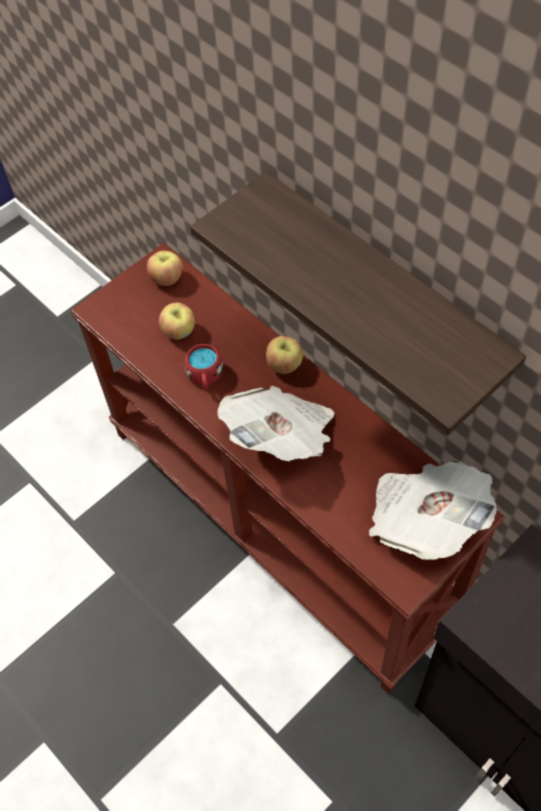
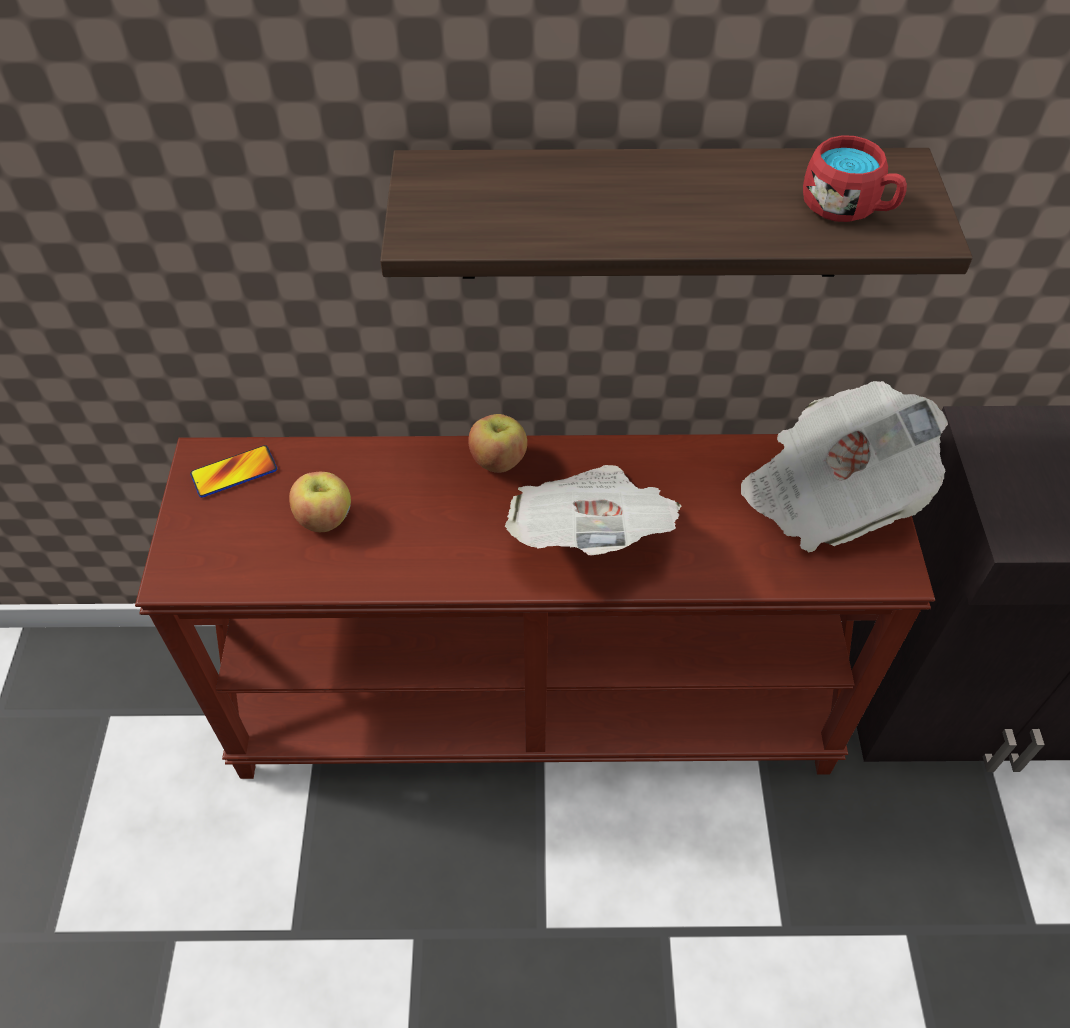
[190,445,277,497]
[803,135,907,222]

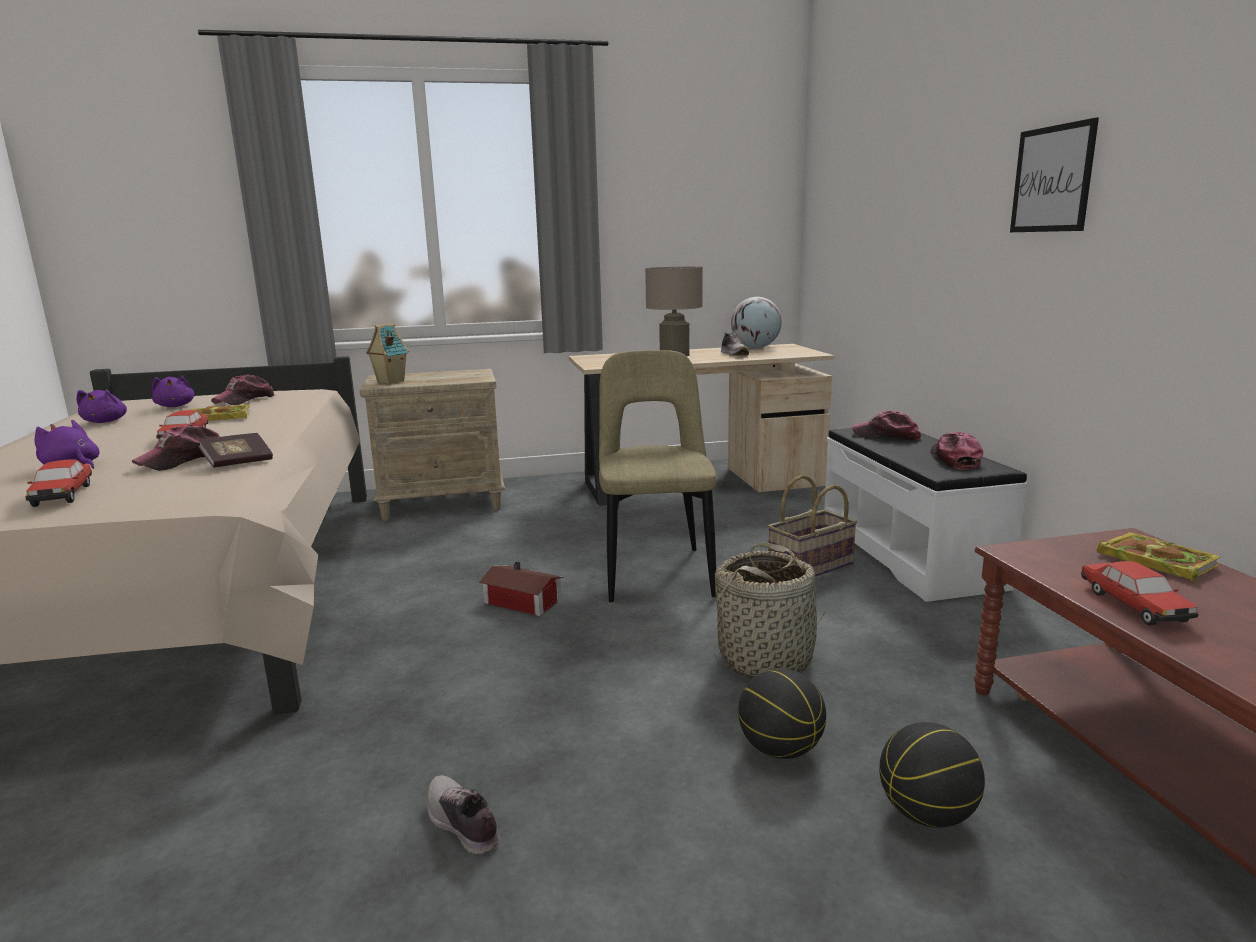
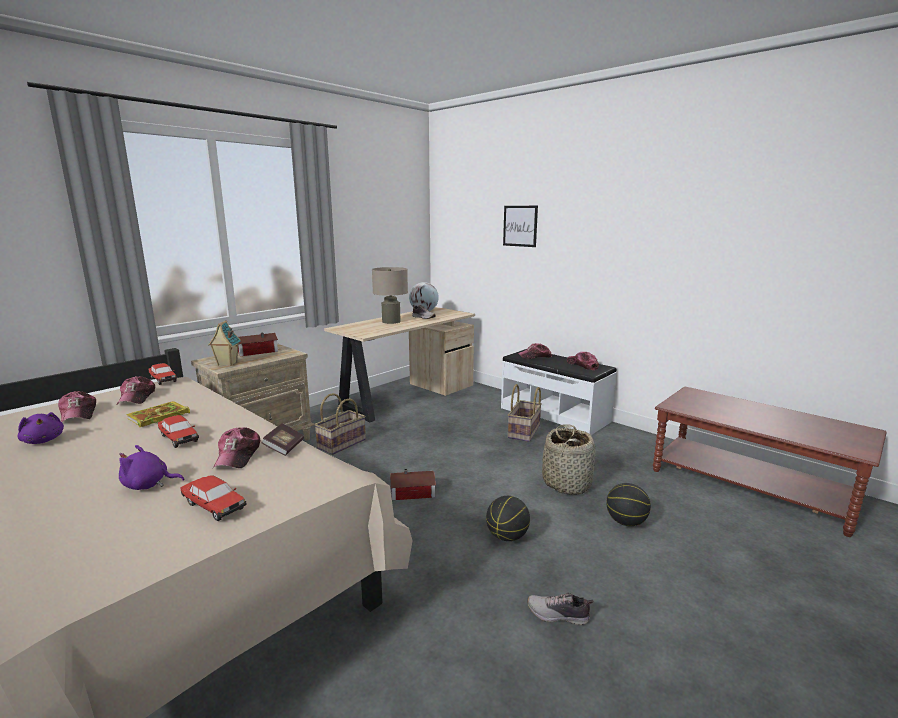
[503,206,538,247]
[599,350,717,602] (first image)
[58,391,96,422]
[1097,532,1221,582] (first image)
[149,363,177,385]
[486,496,530,541]
[238,333,278,356]
[314,393,366,455]

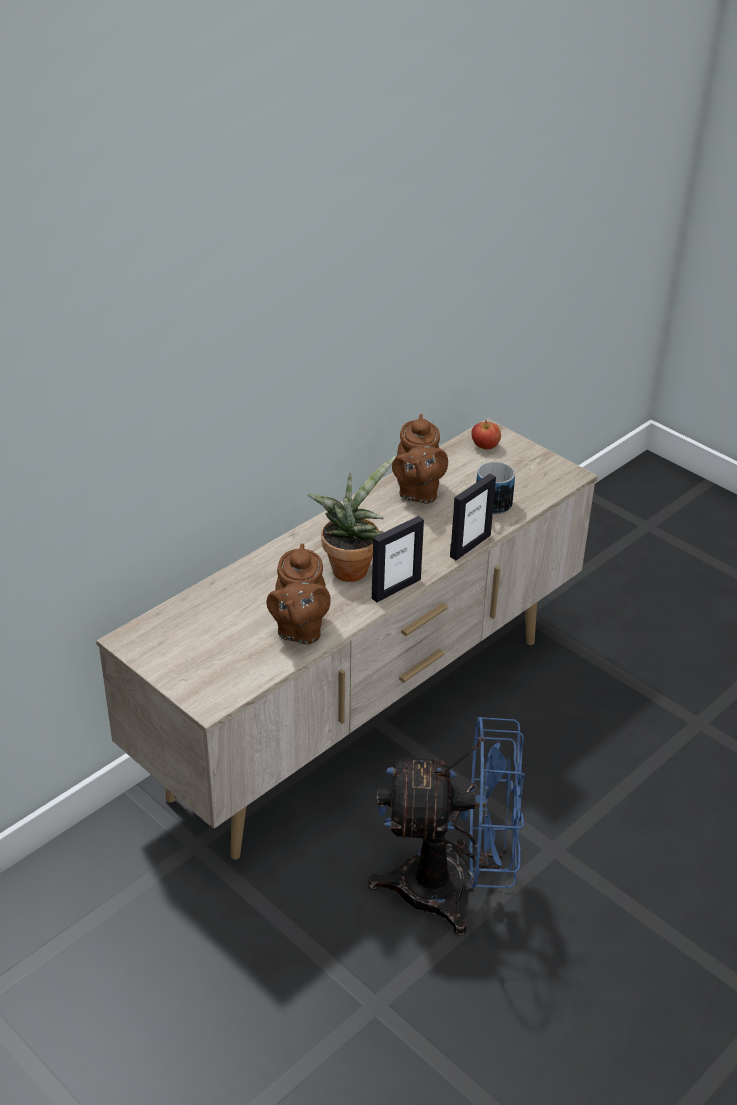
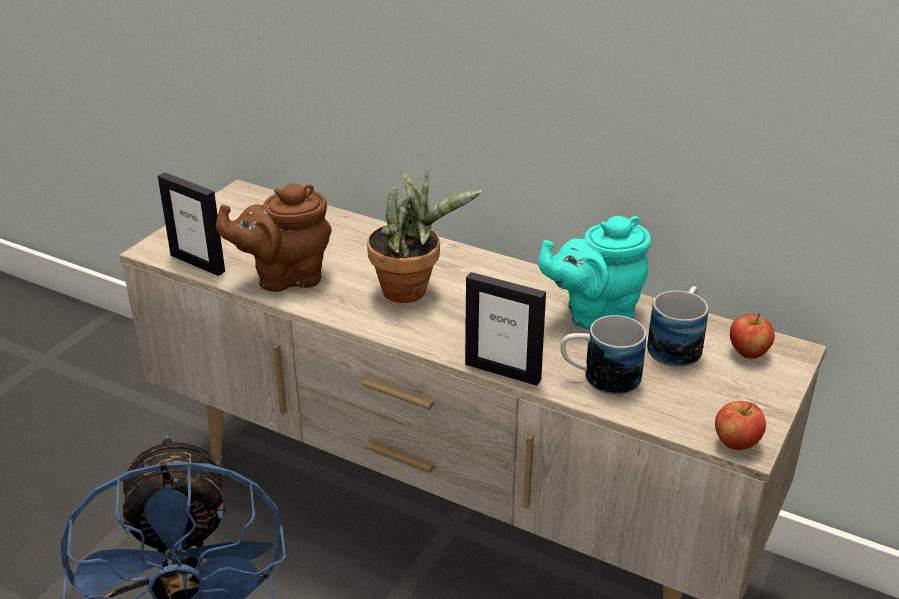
[538,216,651,329]
[158,172,225,276]
[647,286,708,367]
[715,401,766,450]

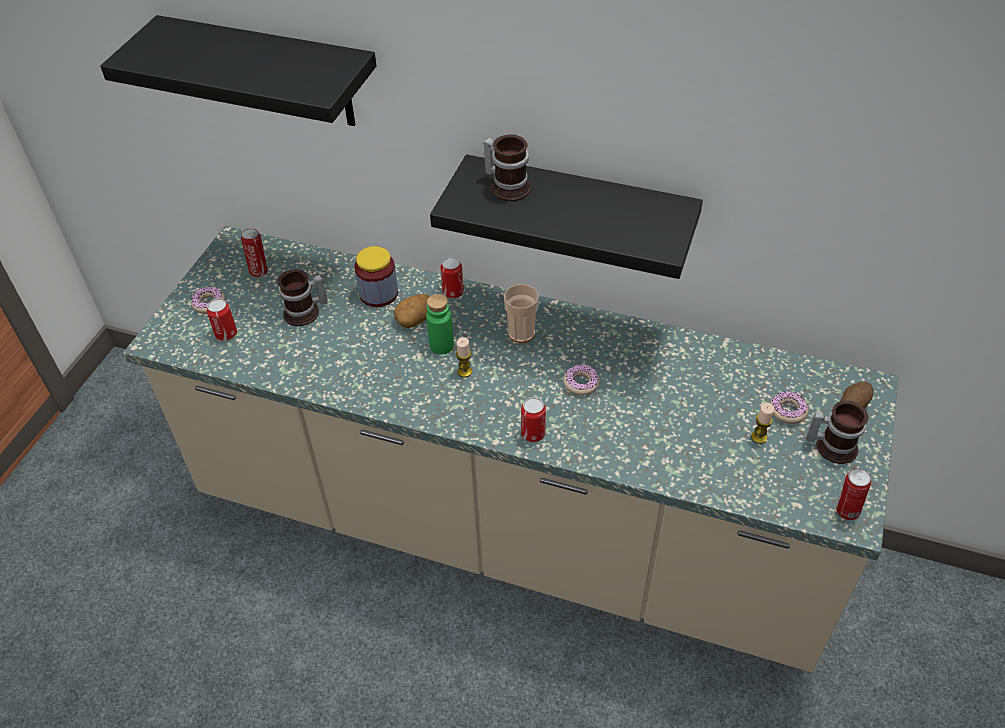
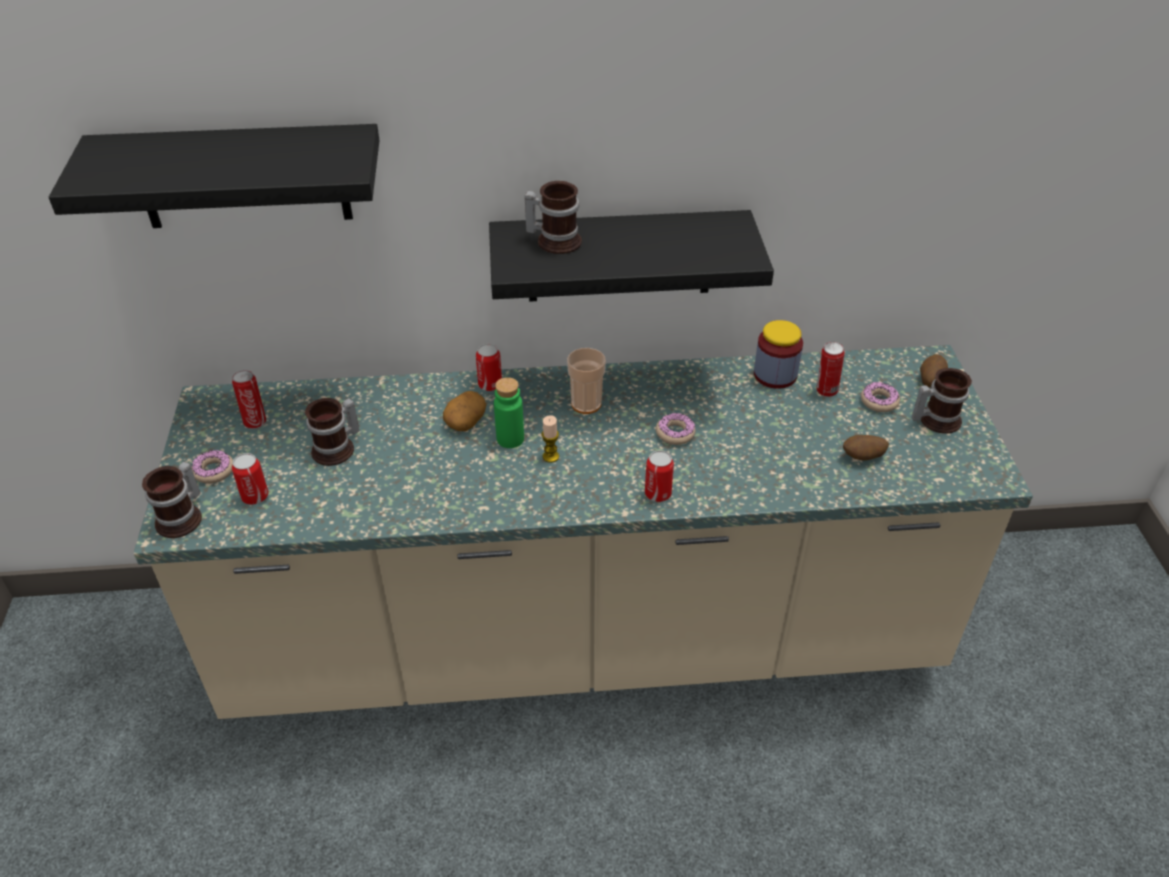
[754,320,803,389]
[751,403,774,444] (first image)
[817,342,845,397]
[843,435,889,461]
[142,461,202,538]

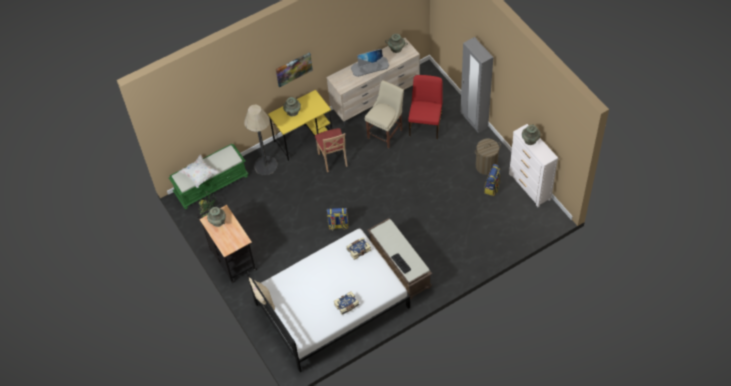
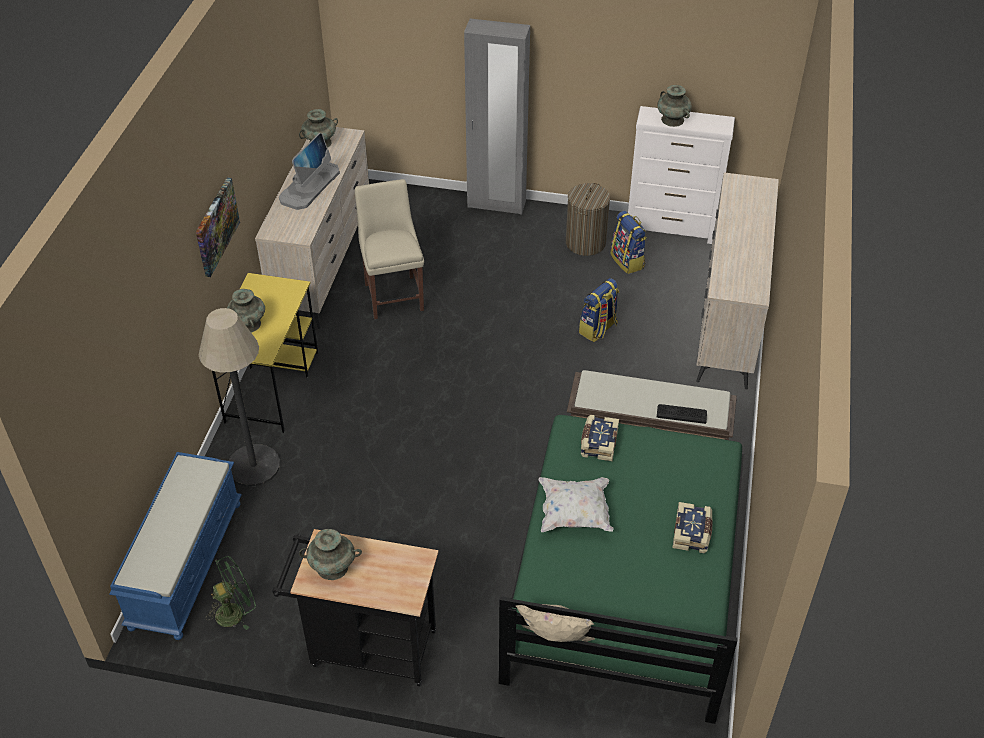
[408,75,443,139] (first image)
[315,128,348,172] (first image)
[109,452,242,640]
[539,477,614,532]
[579,278,619,342]
[499,415,744,724]
[696,172,779,389]

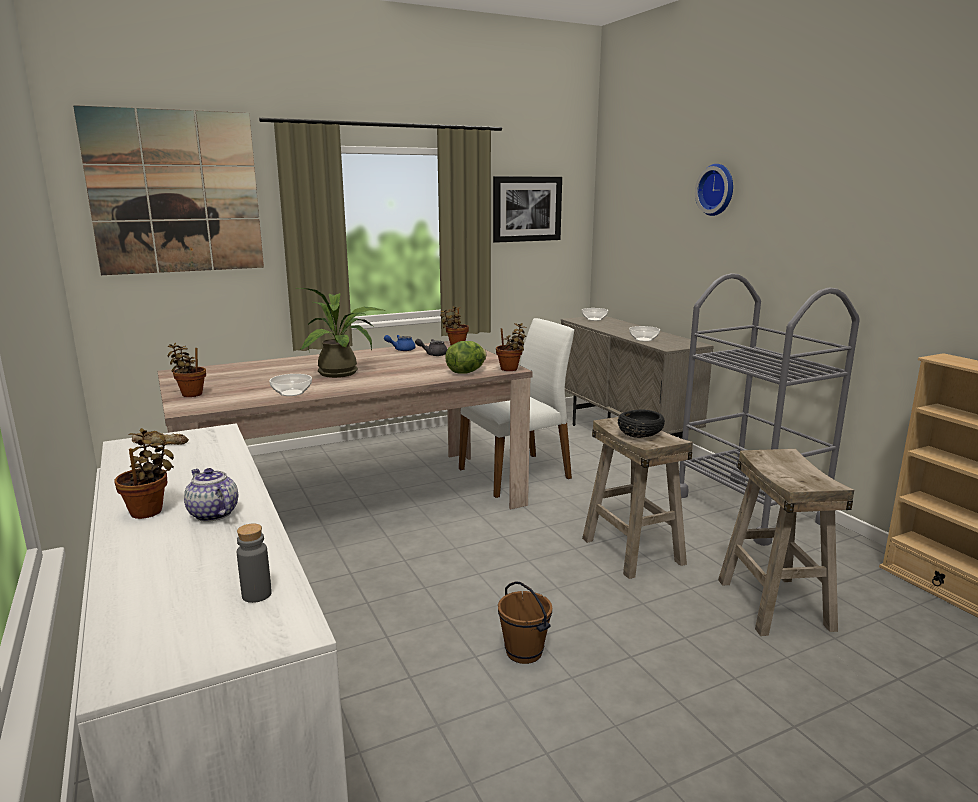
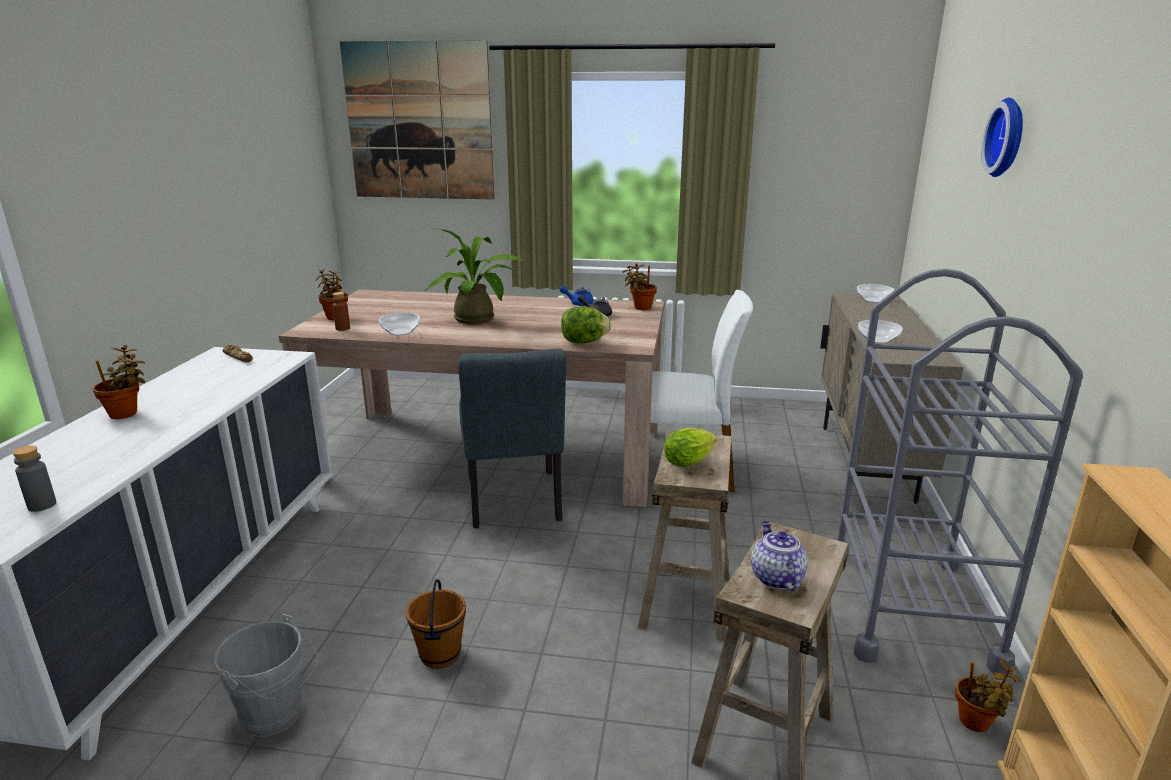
[493,176,562,243] (first image)
[955,659,1020,732]
[664,428,717,467]
[751,521,808,591]
[332,292,350,331]
[458,348,567,528]
[214,614,318,737]

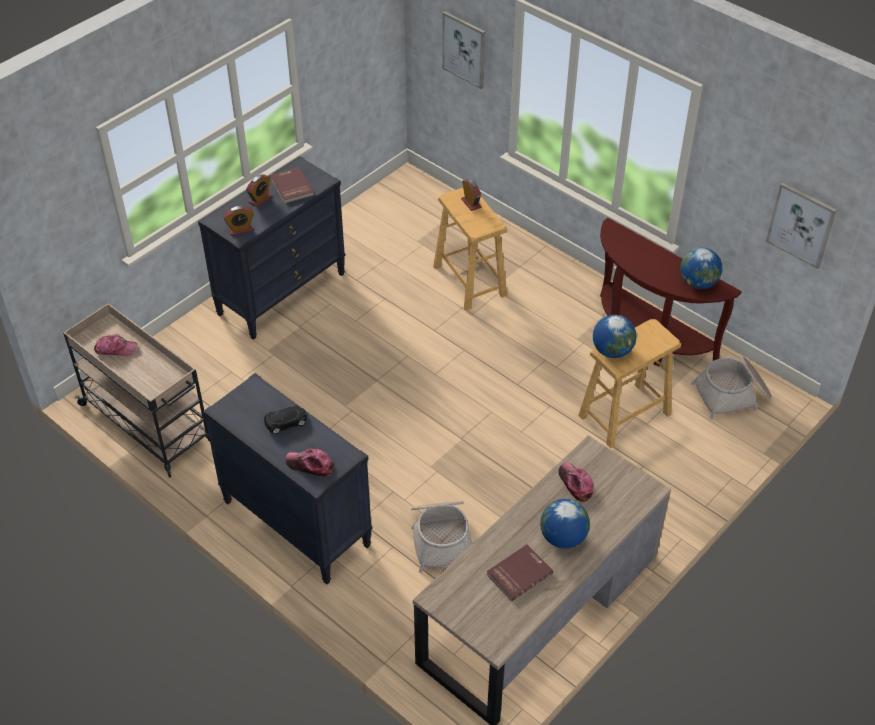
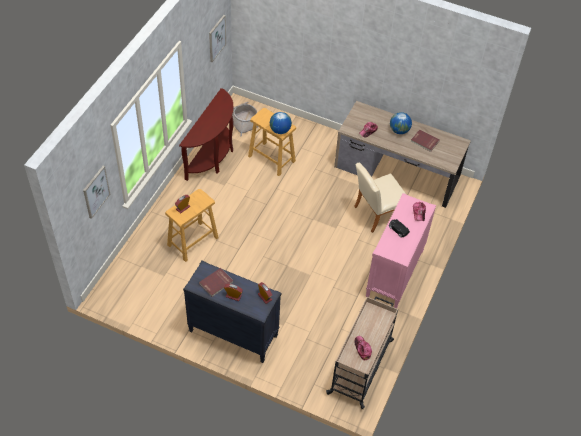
[680,248,722,289] (first image)
[366,193,436,308]
[354,162,406,233]

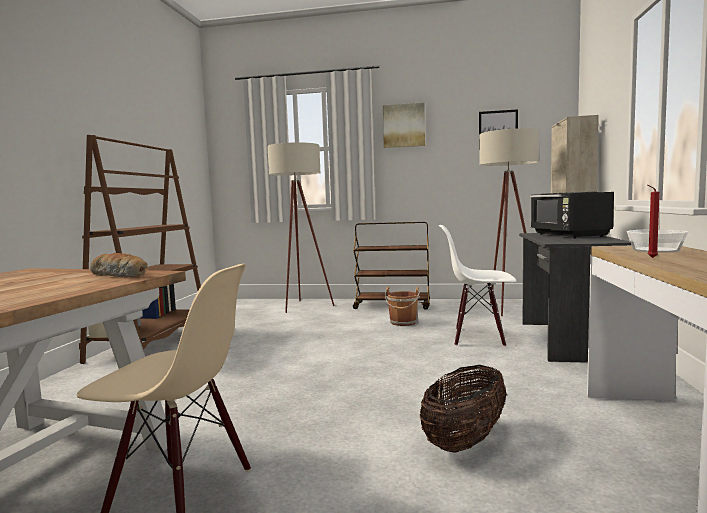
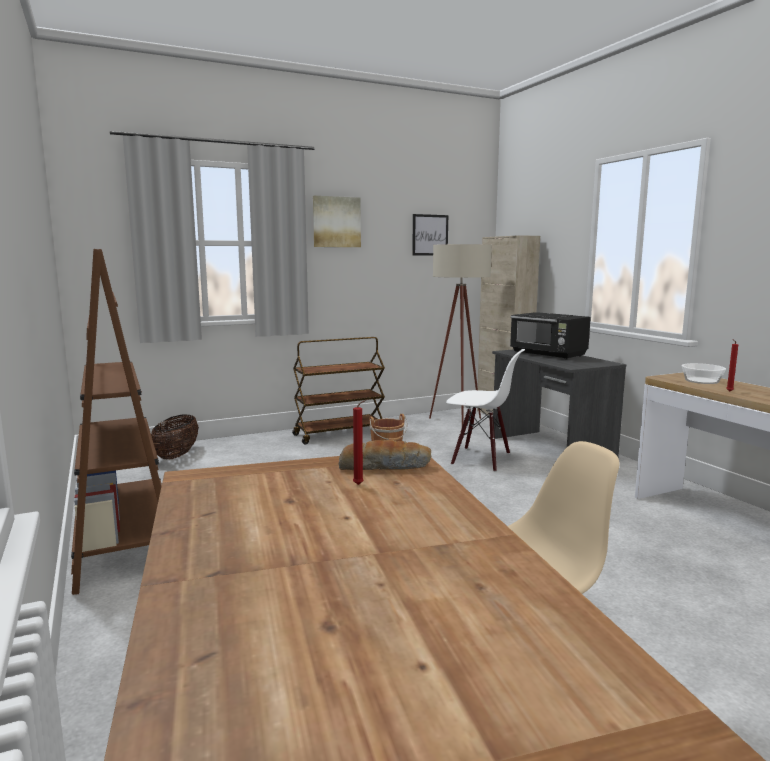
[267,142,335,313] (first image)
[446,349,525,472]
[151,414,199,460]
[353,399,367,485]

